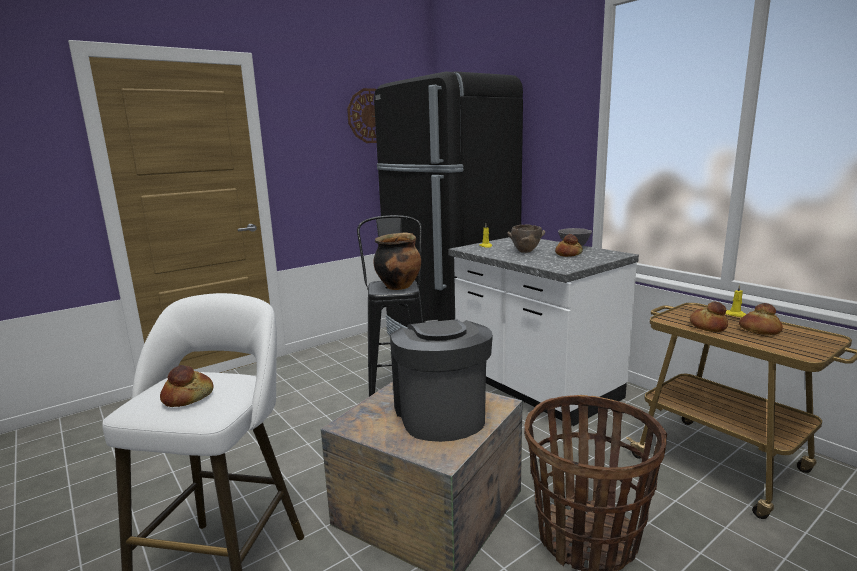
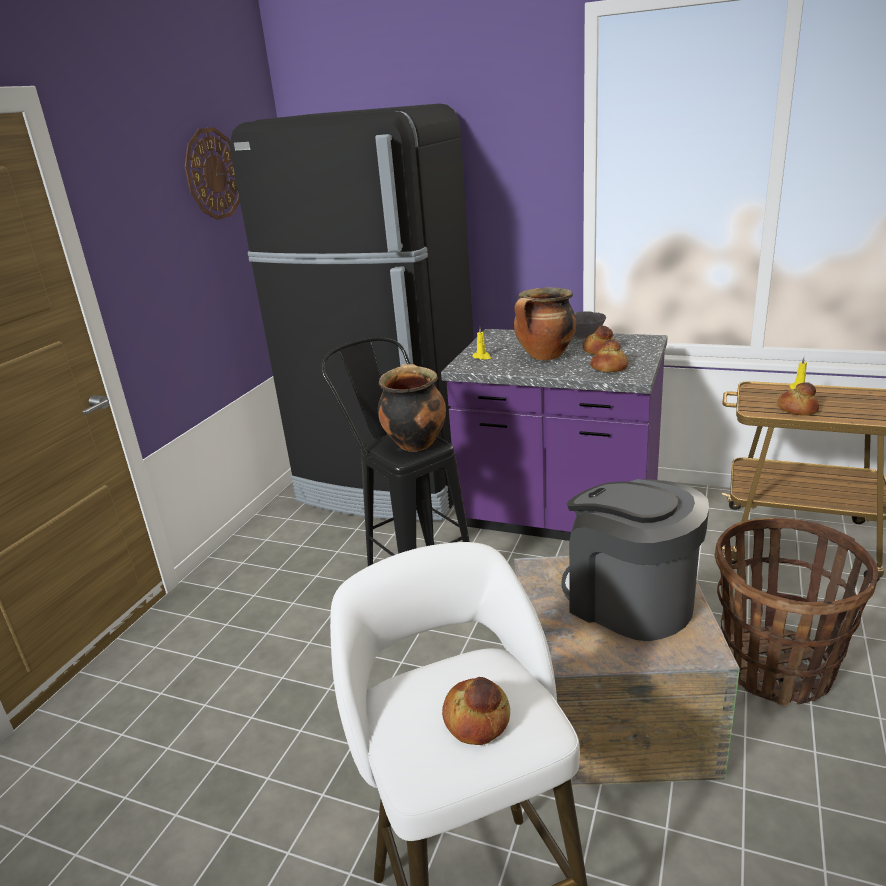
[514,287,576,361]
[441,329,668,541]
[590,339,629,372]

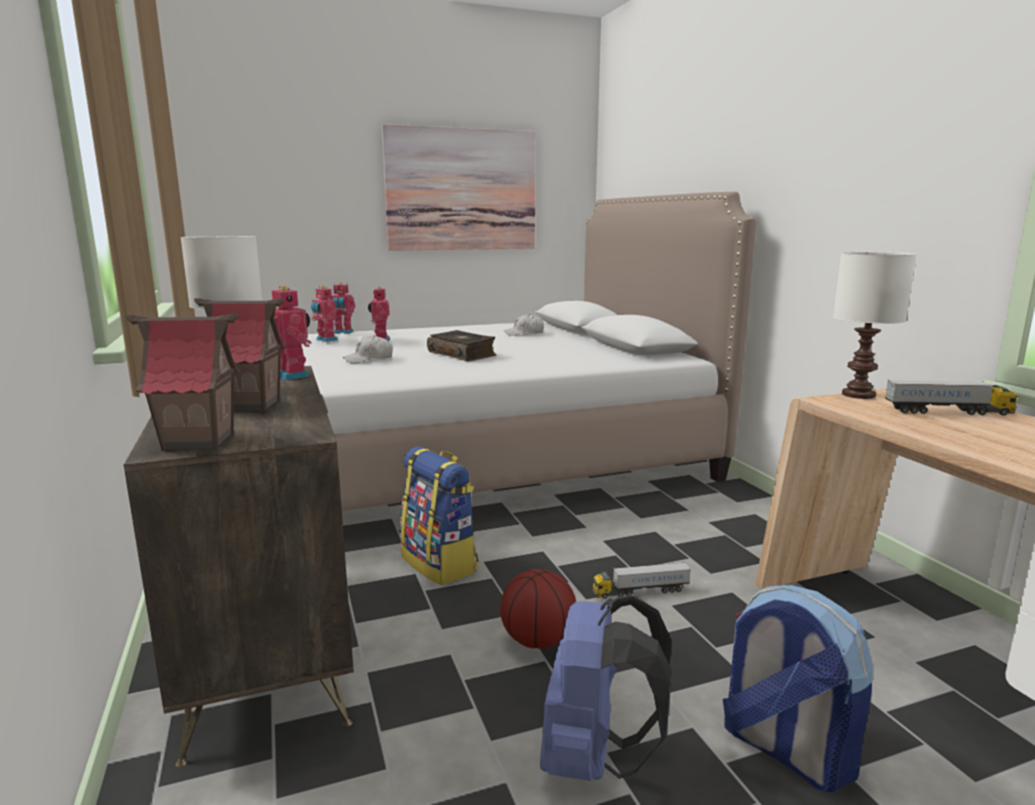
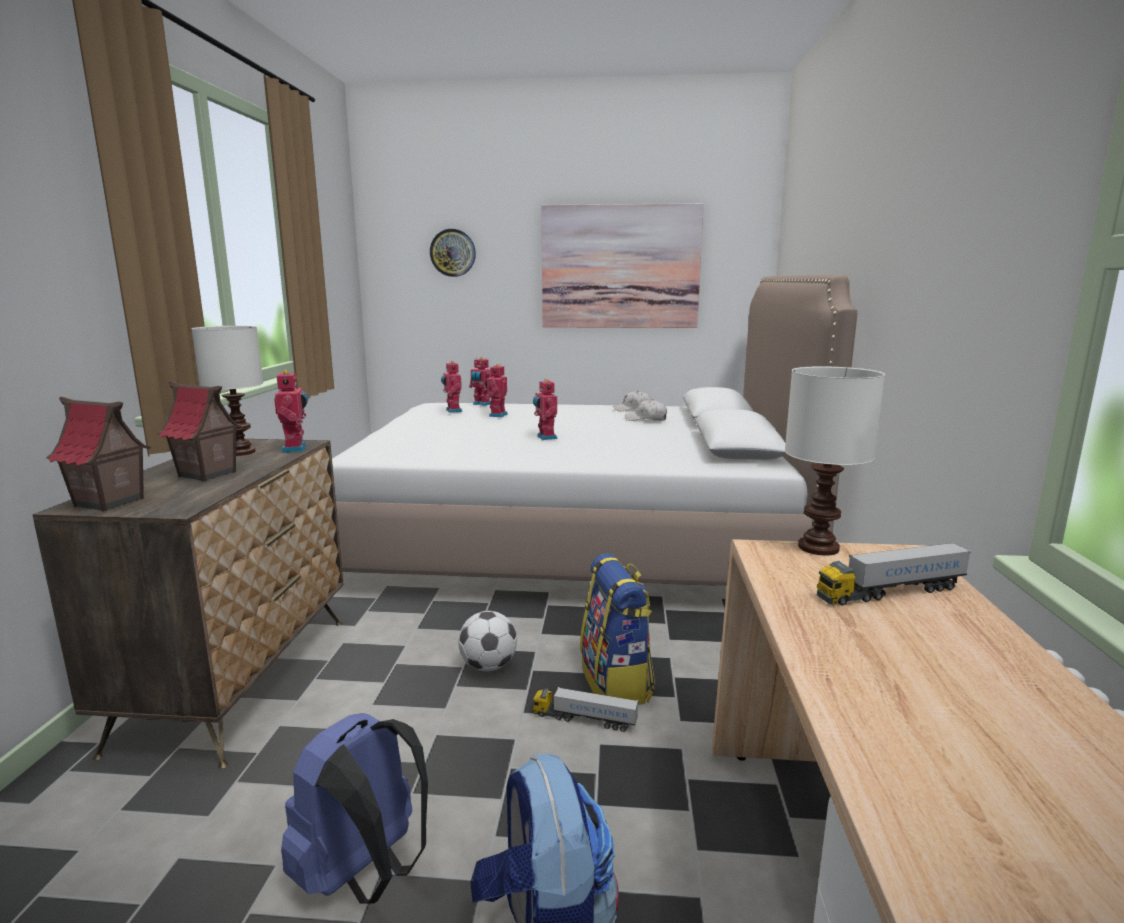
[533,379,557,440]
[613,390,652,411]
[817,542,972,605]
[580,553,655,705]
[500,569,576,649] (first image)
[430,229,476,277]
[458,611,517,671]

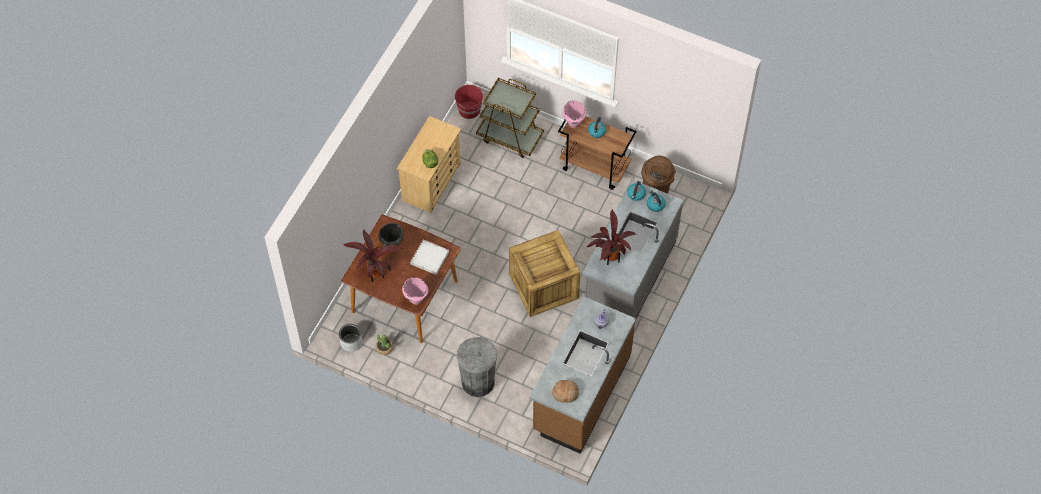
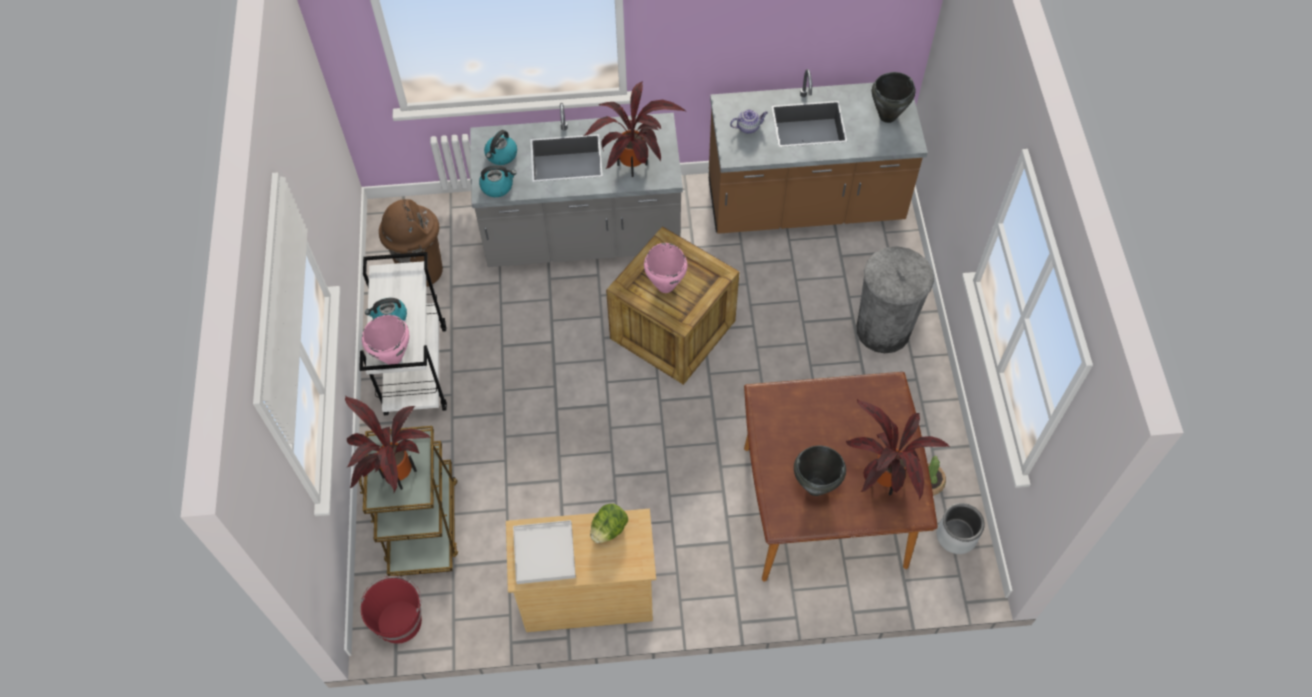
[359,252,447,415]
[513,520,576,584]
[644,243,687,293]
[872,72,916,123]
[345,396,431,492]

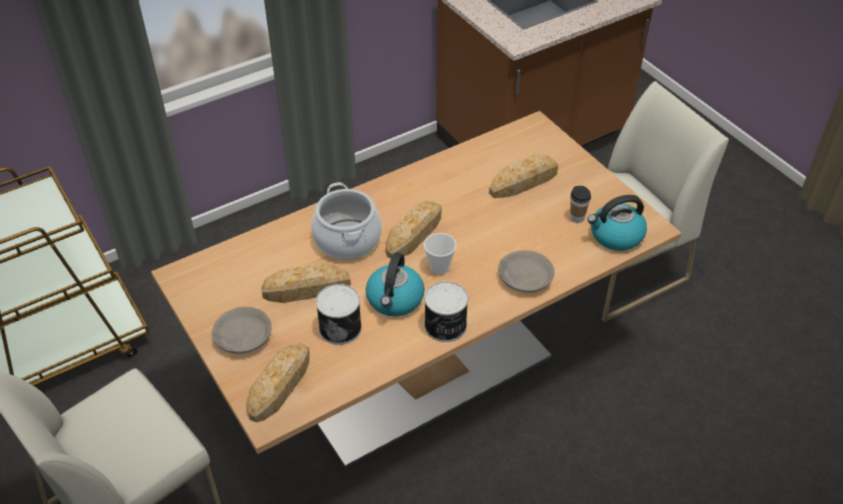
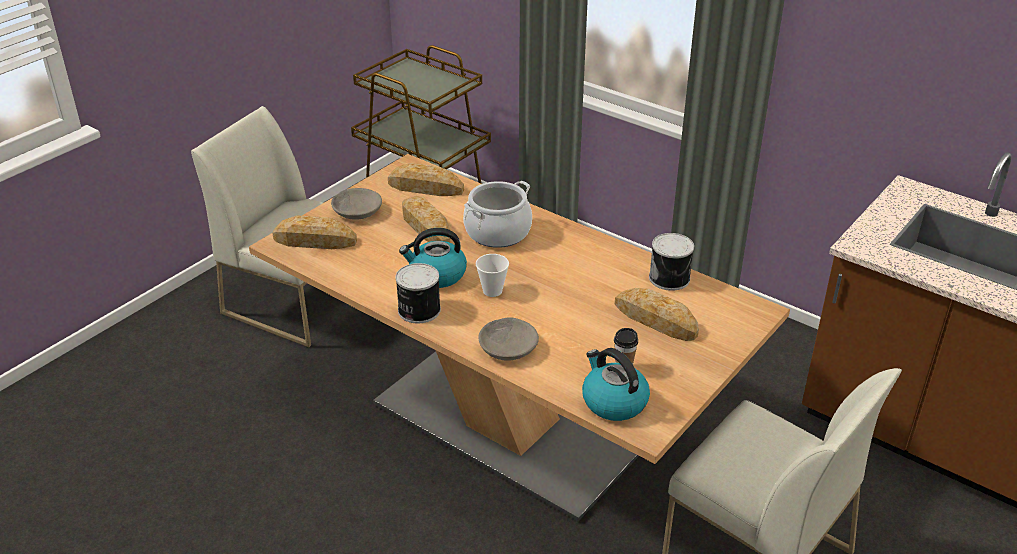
[388,163,464,196]
[649,233,694,291]

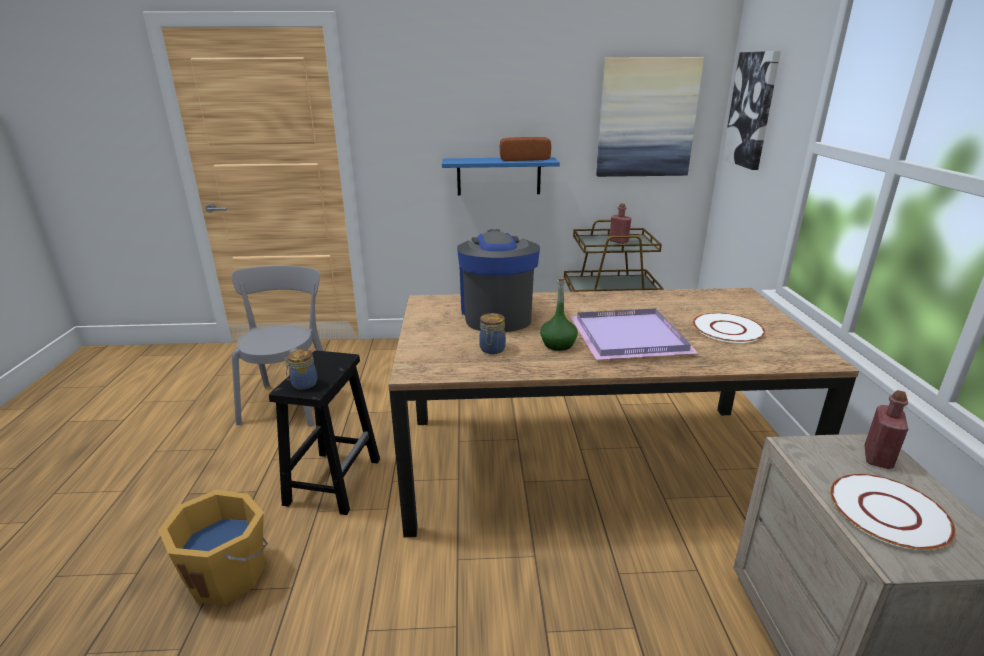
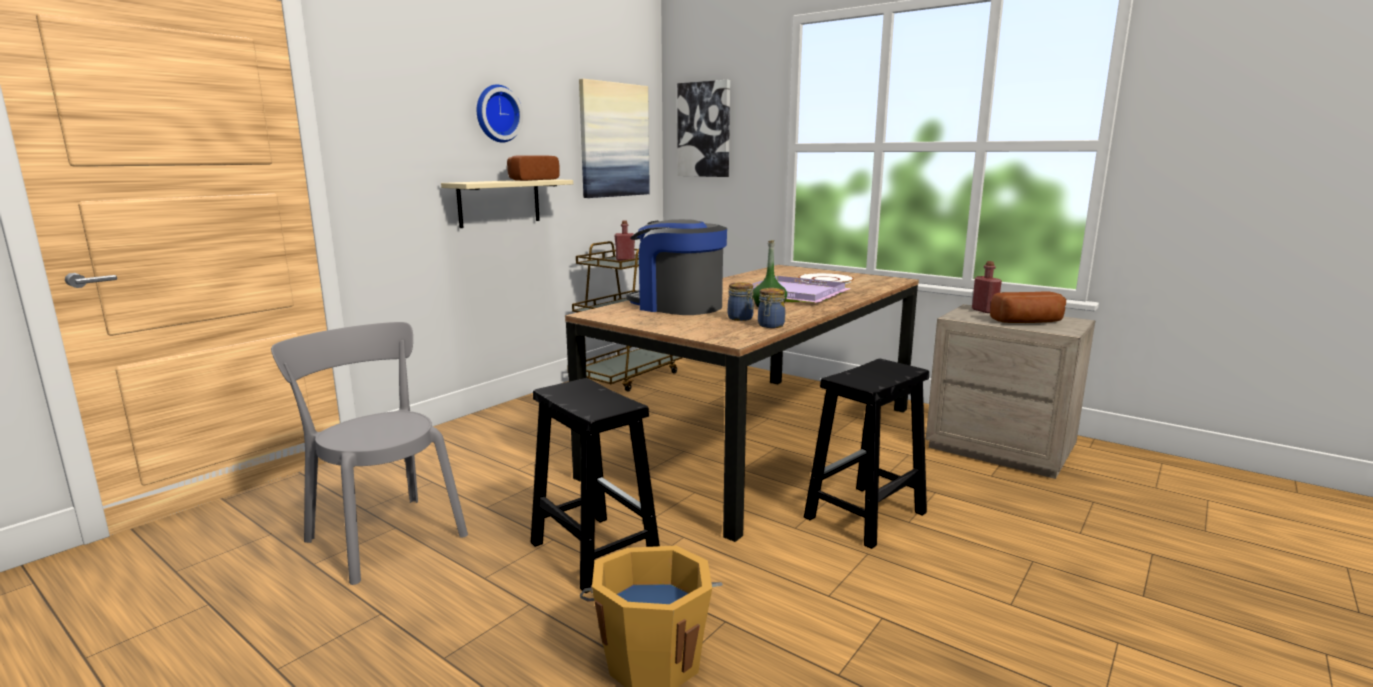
[441,179,573,228]
[758,288,785,328]
[990,292,1066,323]
[477,85,523,143]
[804,359,929,549]

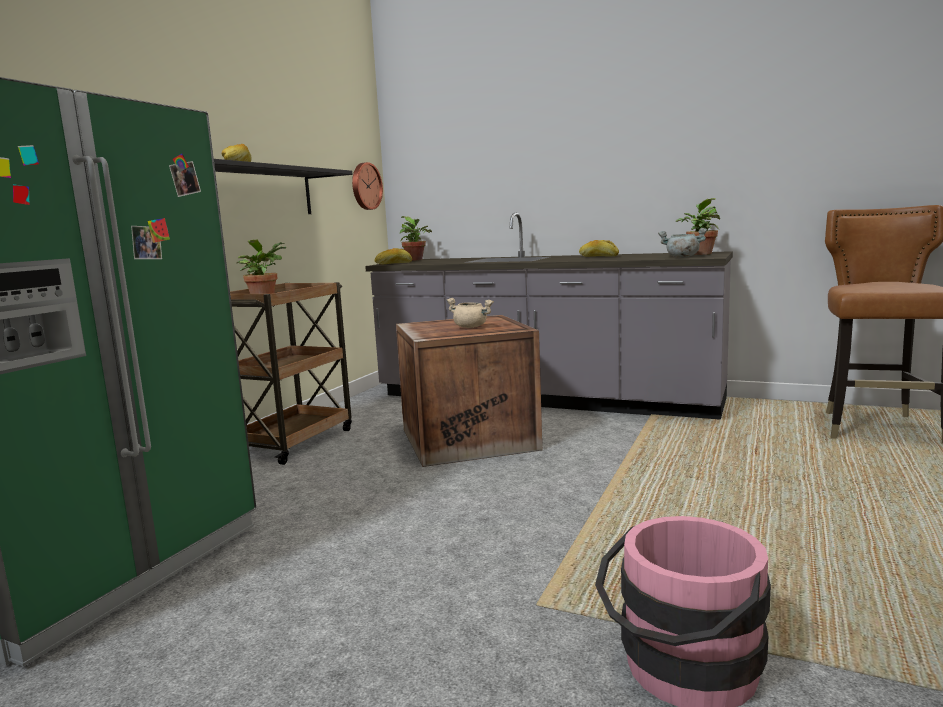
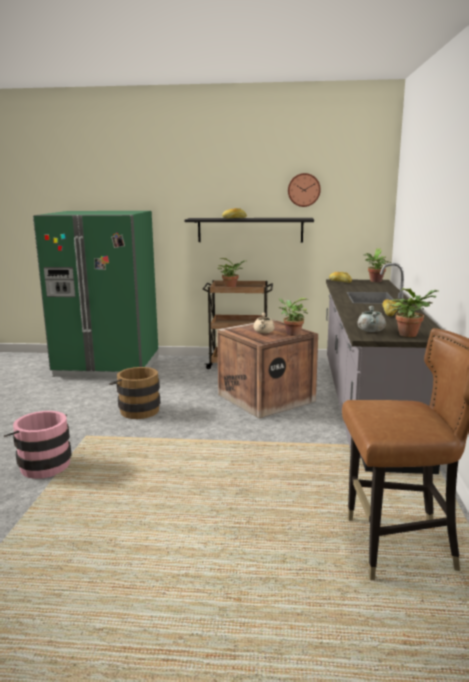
[288,173,321,207]
[278,298,308,336]
[109,367,160,419]

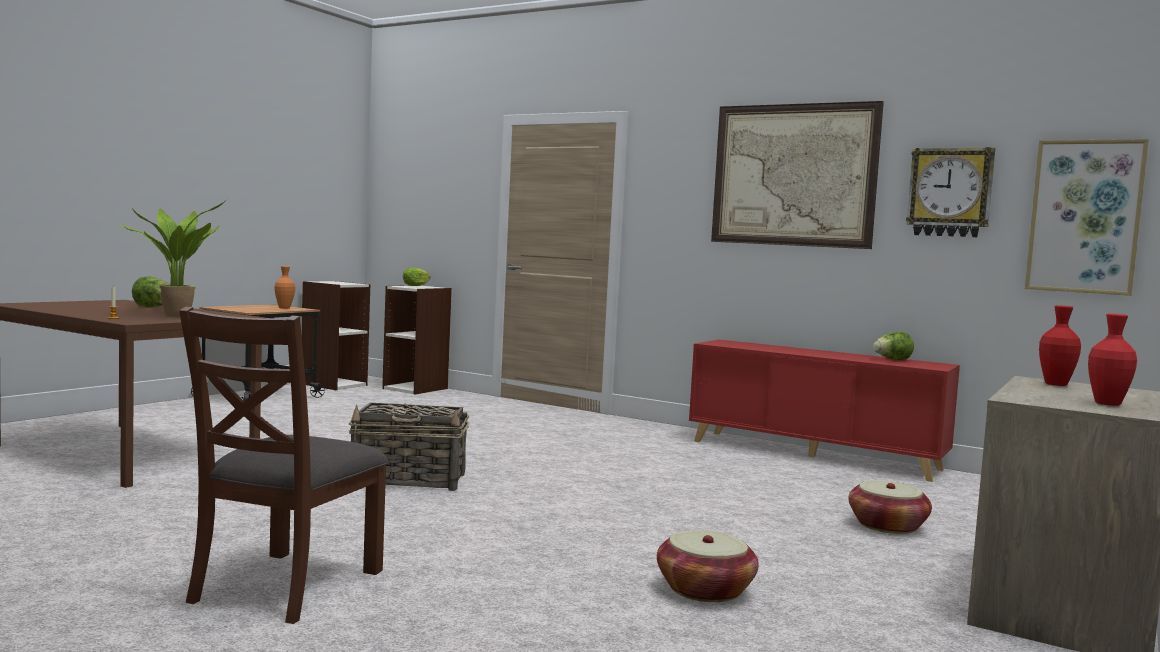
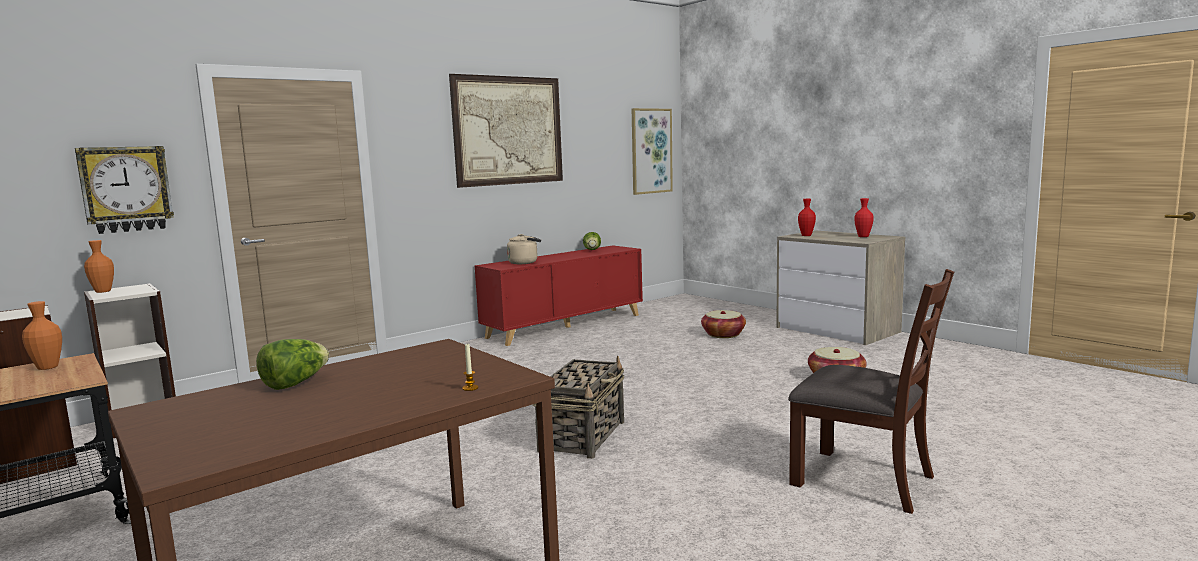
[75,146,174,234]
[120,199,227,317] (first image)
[84,240,114,293]
[507,234,541,264]

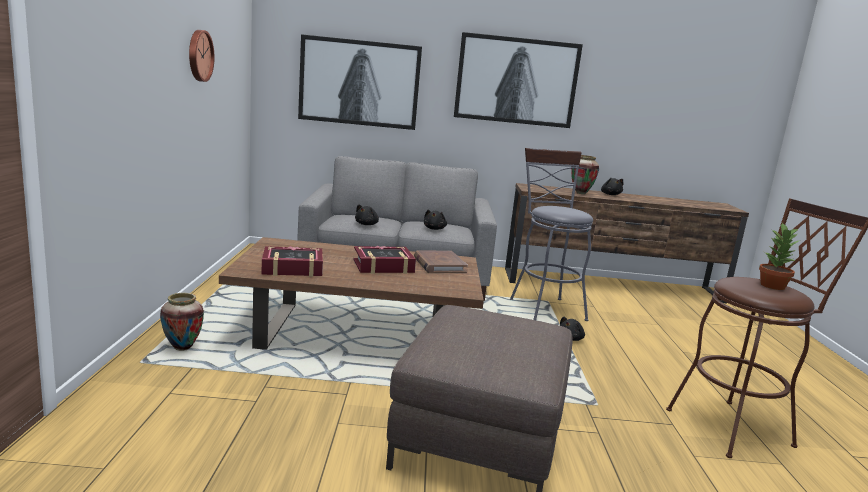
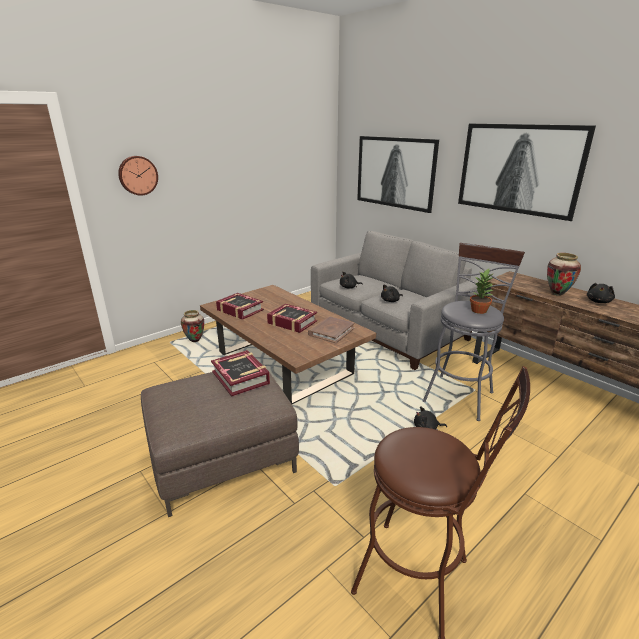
[118,156,158,195]
[470,269,493,314]
[211,350,270,397]

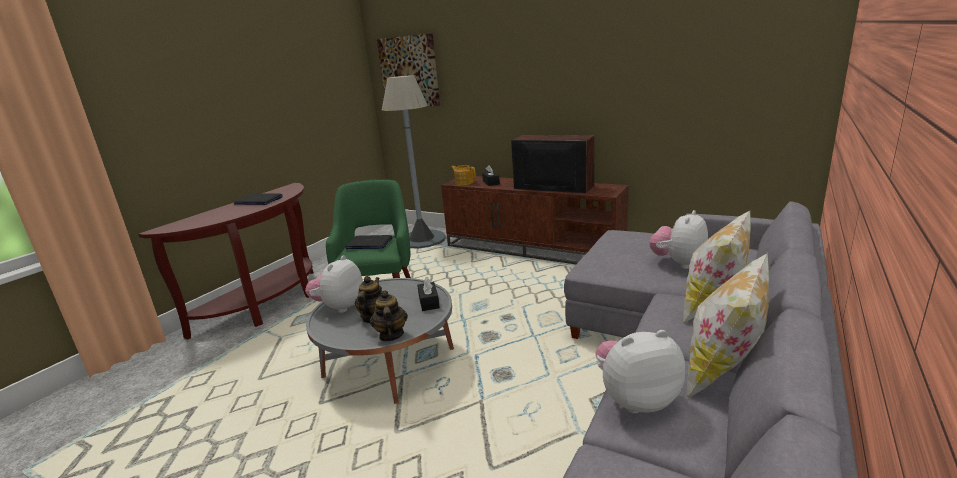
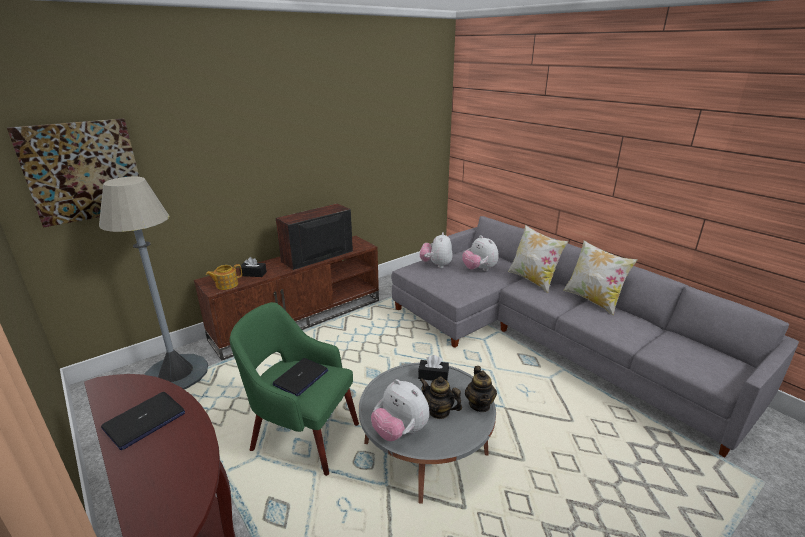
[465,366,497,412]
[420,232,453,268]

